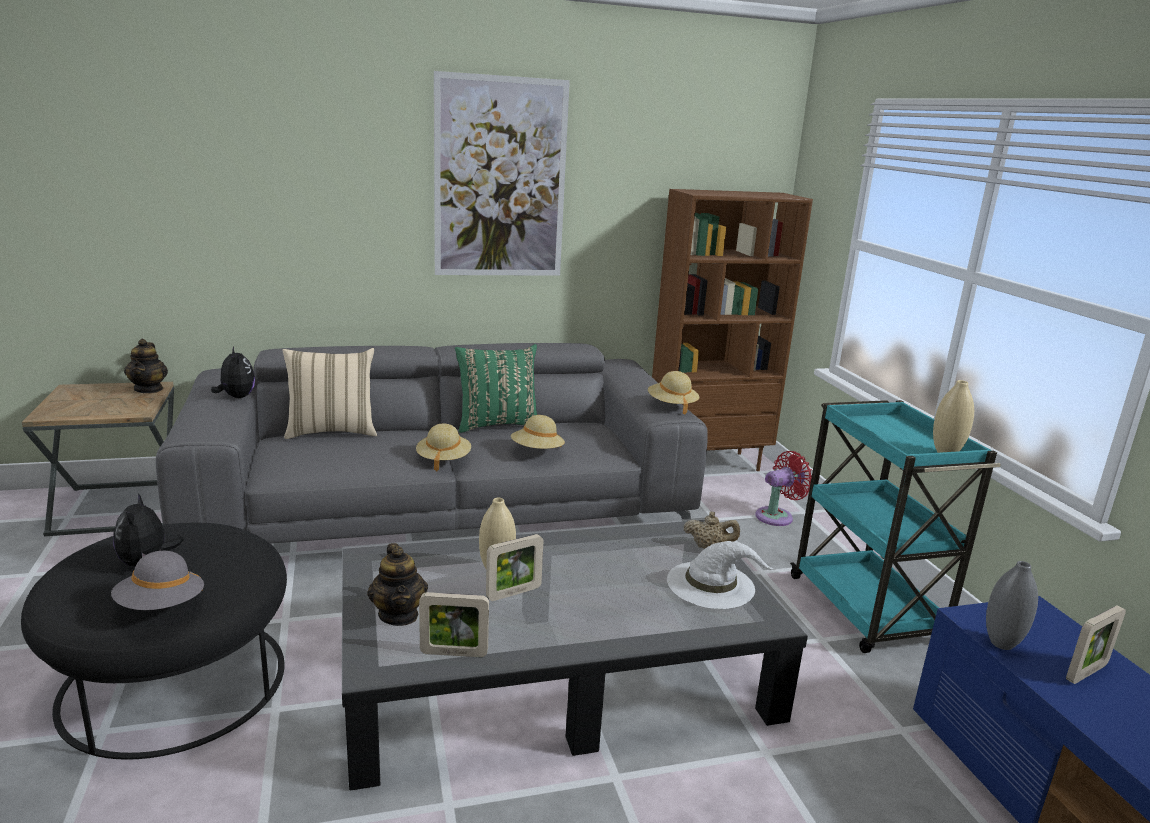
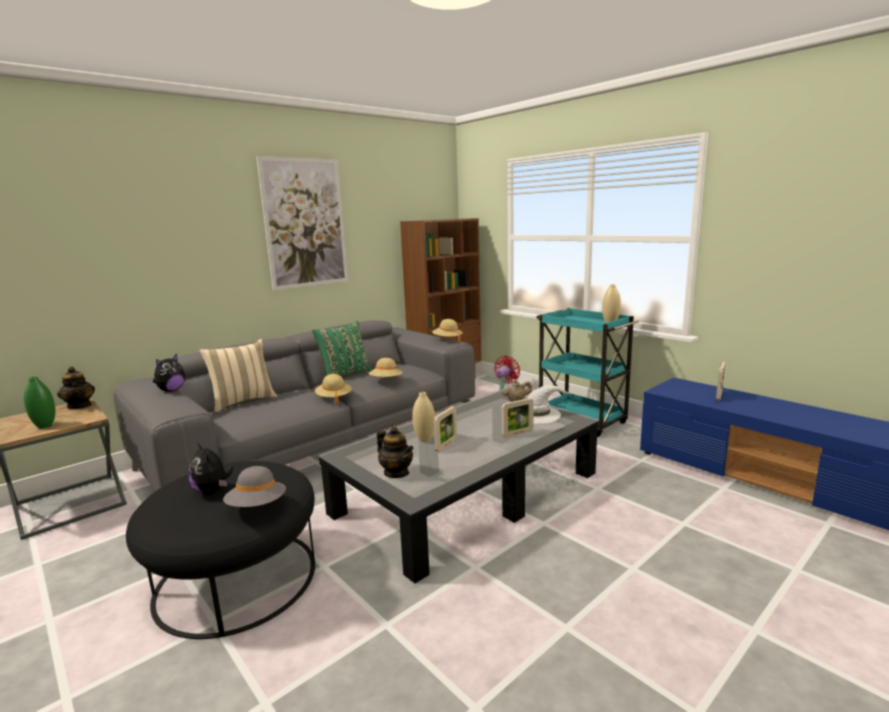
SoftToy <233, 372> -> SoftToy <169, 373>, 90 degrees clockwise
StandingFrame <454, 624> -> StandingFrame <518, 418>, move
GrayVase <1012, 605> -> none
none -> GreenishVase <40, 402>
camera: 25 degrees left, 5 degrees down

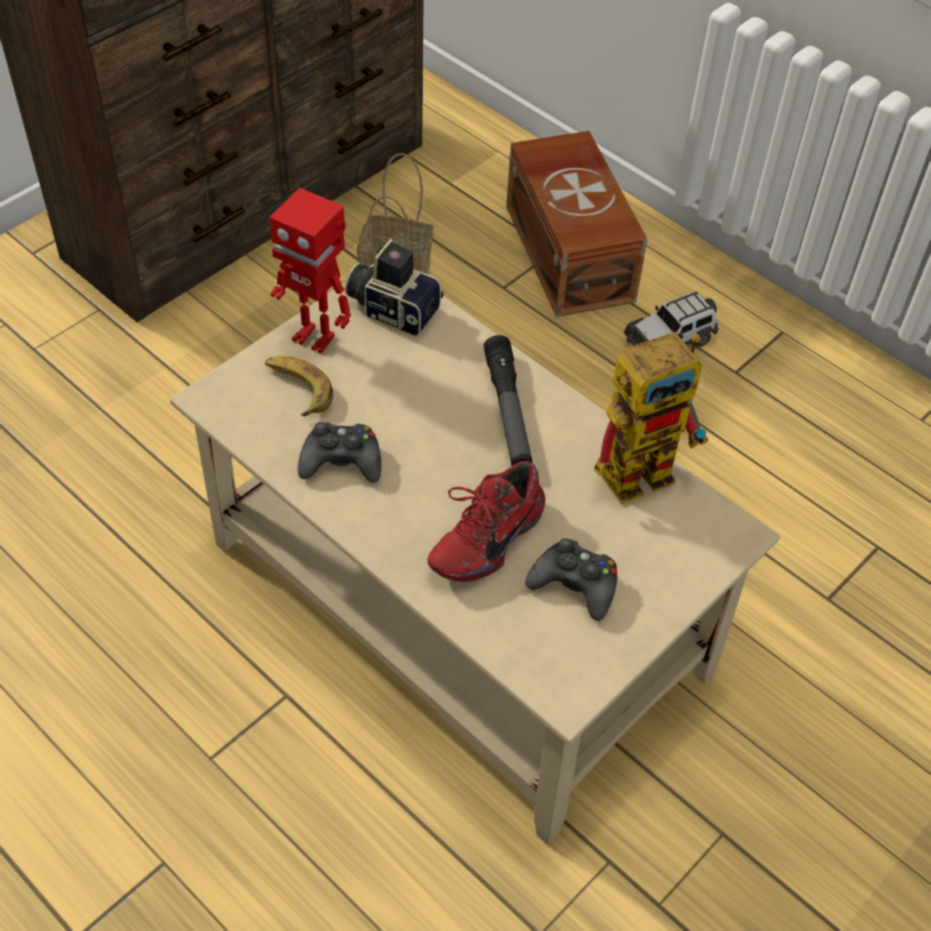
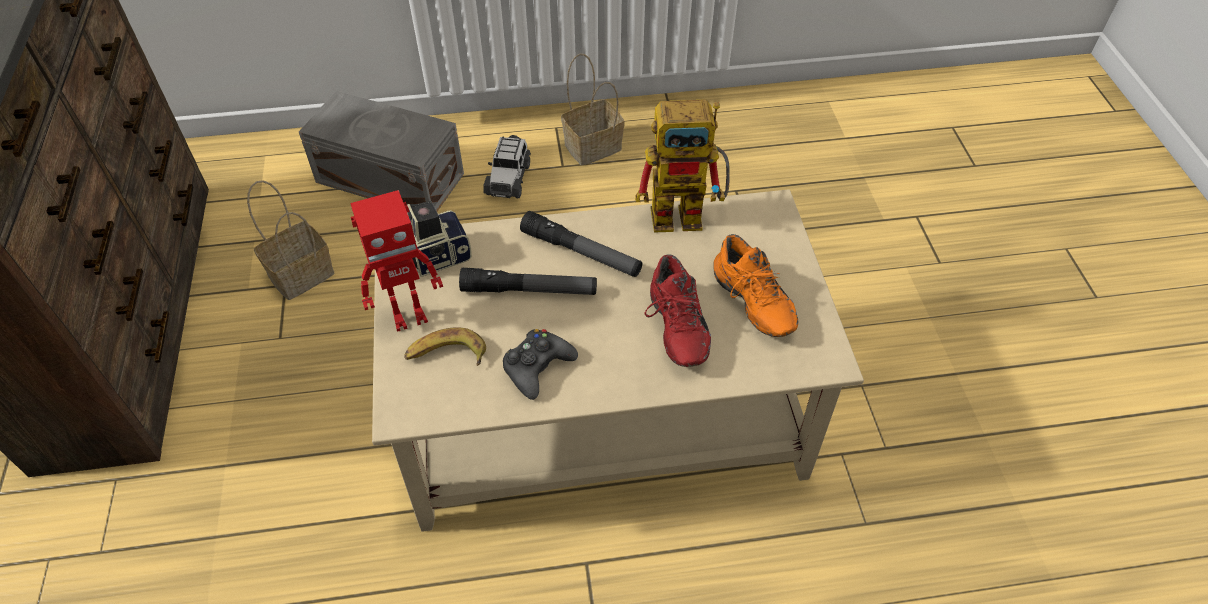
BrownishStorageContainer <577, 224> -> GrayStorageContainer <381, 151>
BlackGamepad <571, 579> -> OrangeLowShoe <756, 285>
ModelRobot <651, 418> -> ModelRobot <682, 166>, 75 degrees clockwise
none -> Flashlight <528, 281>
none -> Basket <593, 109>
camera: 50 degrees left, 0 degrees up

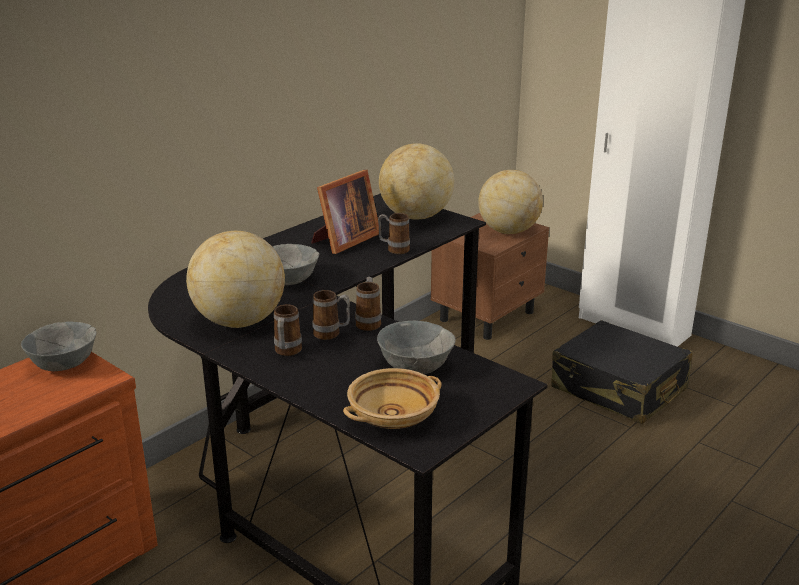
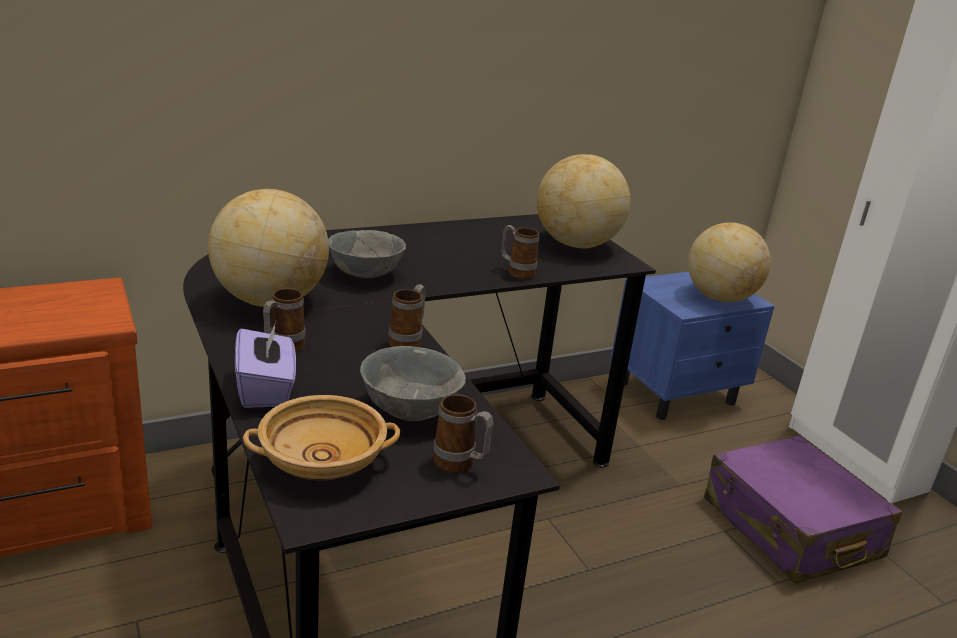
GrayDeepDish <58, 346> -> none
StandingFrame <345, 212> -> none
TeaMug <331, 315> -> TeaMug <463, 433>, move
BrownishNightstand <490, 276> -> BlueNightstand <693, 346>
BlackSuitcase <621, 372> -> PurpleColouredSuitcase <803, 509>
none -> PurpleColouredTissueHolder <265, 365>
camera: 20 degrees right, 0 degrees up

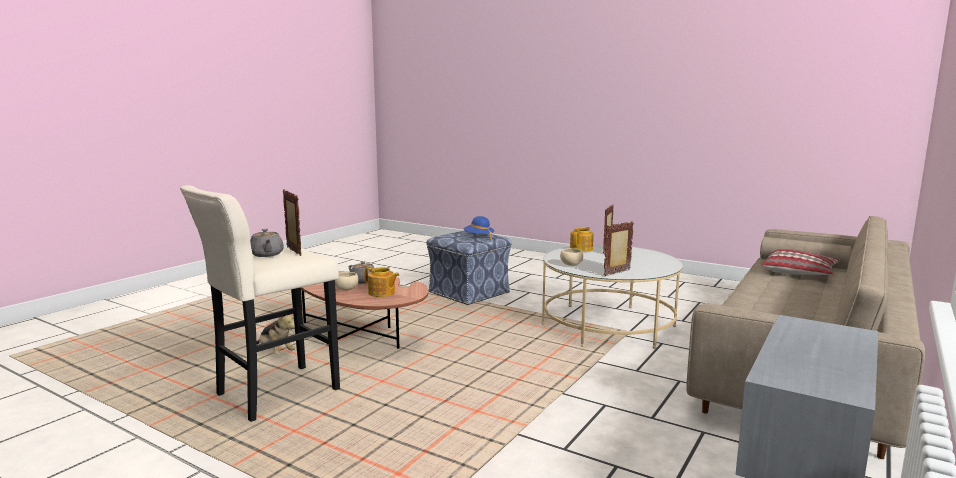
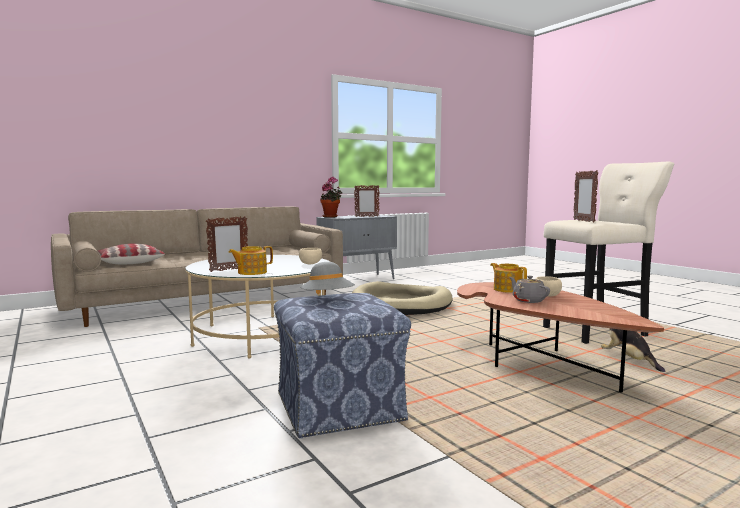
GrayPotForTea <267, 243> -> none
BlueHat <479, 228> -> GrayHat <327, 278>
StandingFrame <619, 248> -> StandingFrame <367, 201>, move
none -> PottedPlant <331, 197>
none -> BeigeDogBed <402, 298>
camera: 155 degrees left, 5 degrees down

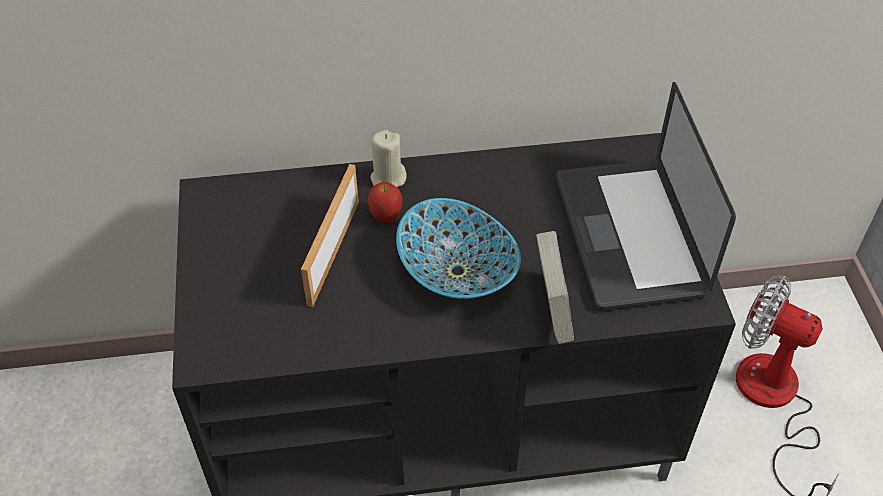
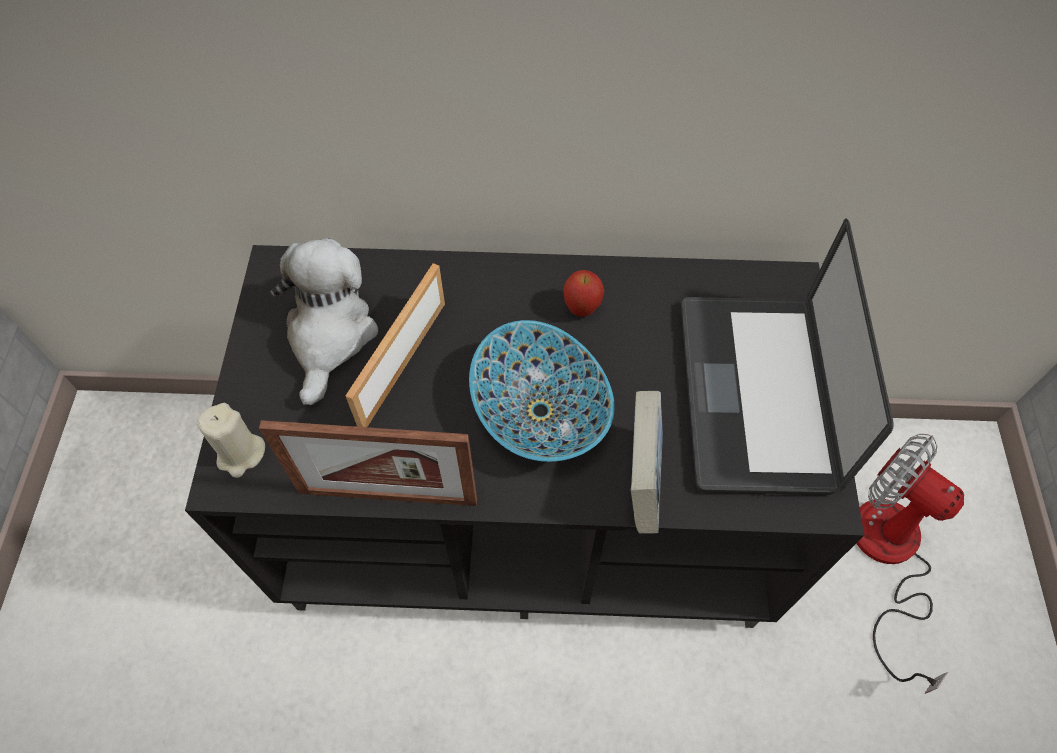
WholeApple <385, 202> -> WholeApple <583, 293>, move
BeigeWaxCandle <388, 158> -> BeigeWaxCandle <231, 440>, move
none -> StandingFrame <368, 463>
none -> SoftToy <324, 321>
camera: 10 degrees right, 10 degrees up

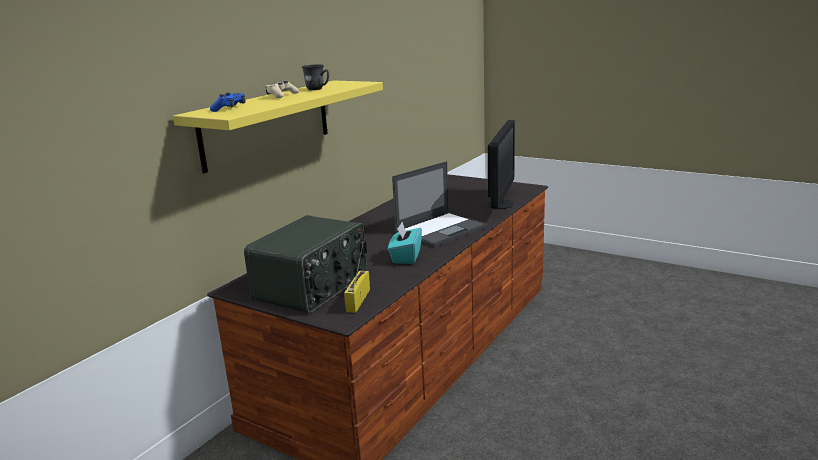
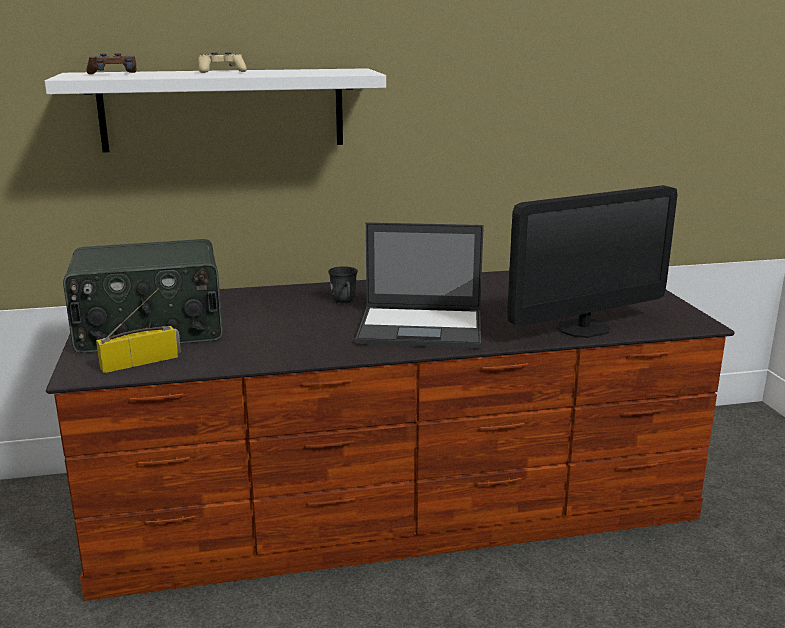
YellowColouredShelf <278, 126> -> WhitishShelf <215, 110>
BlueGamepad <228, 102> -> BrownishGamepad <111, 63>
GrayTeaMug <315, 77> -> GrayTeaMug <343, 284>, move
TurquoiseTissueHolder <405, 243> -> none
camera: 45 degrees right, 0 degrees up

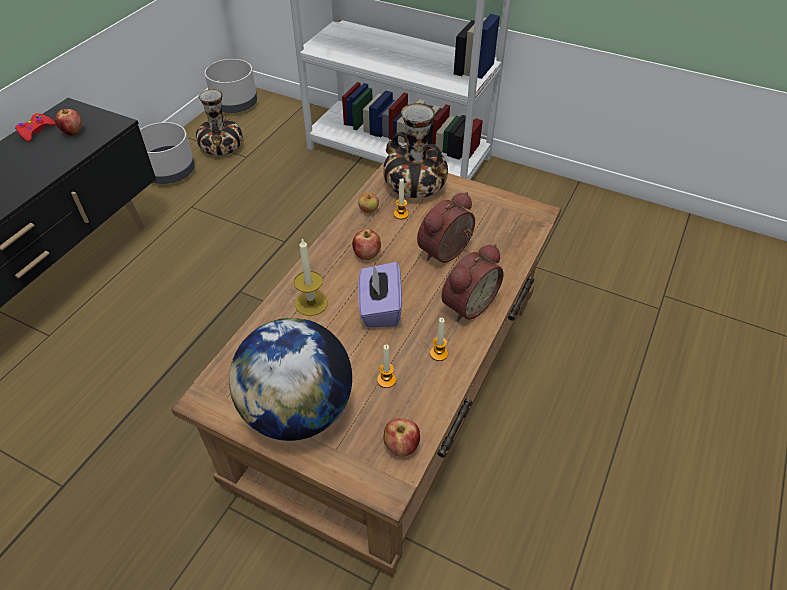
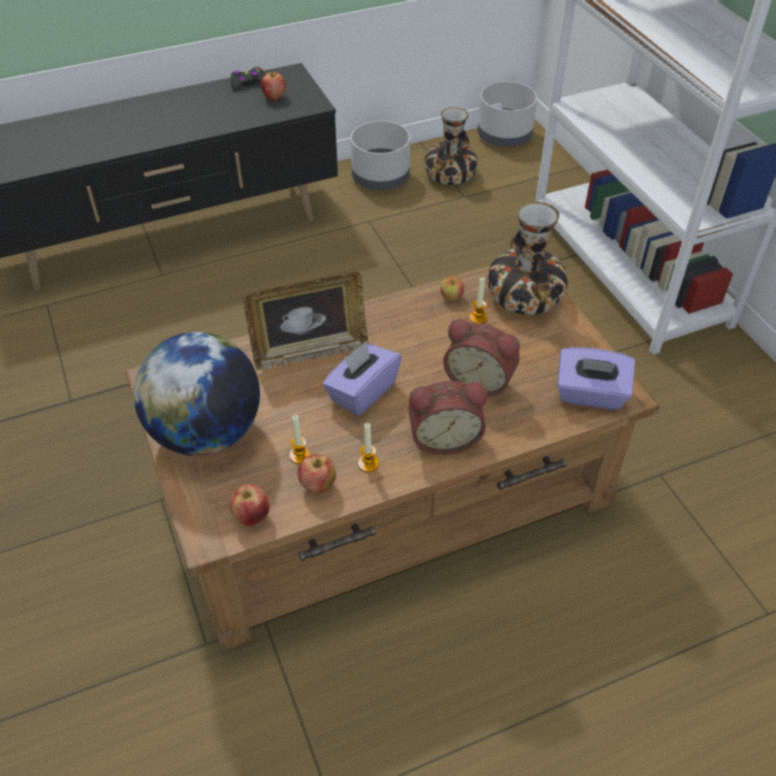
RedGamepad <35, 127> -> BlackGamepad <248, 79>
WaxCandle <311, 277> -> StandingFrame <306, 322>
WholeApple <366, 244> -> WholeApple <316, 474>, move
AlarmClock <446, 227> -> AlarmClock <481, 358>, 150 degrees counterclockwise
none -> PurpleColouredTissueHolder <596, 378>
camera: 40 degrees right, 0 degrees up

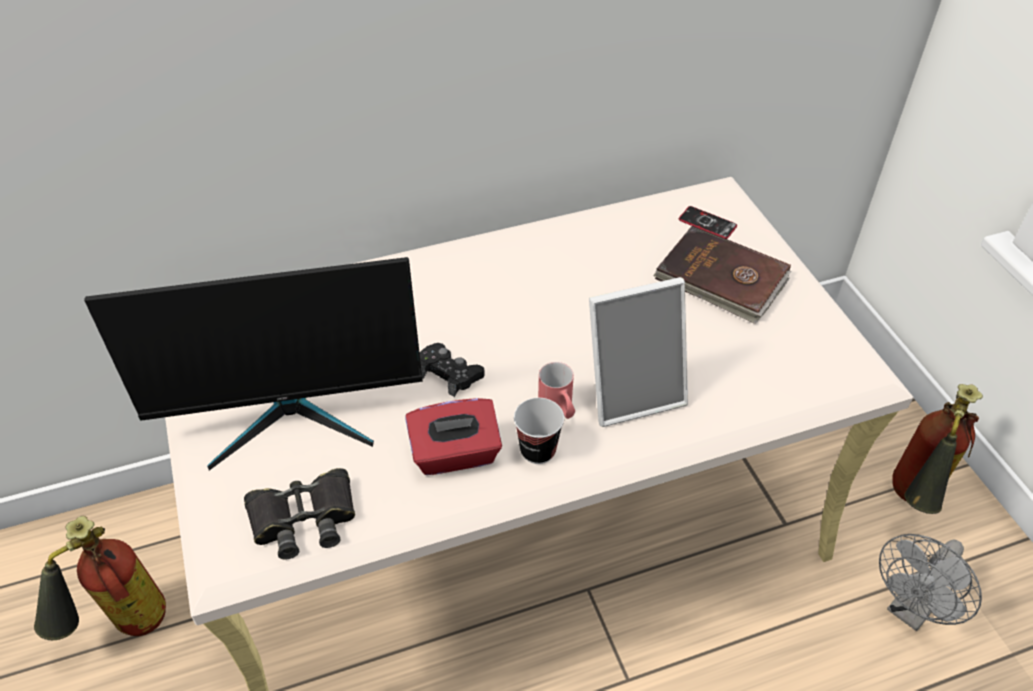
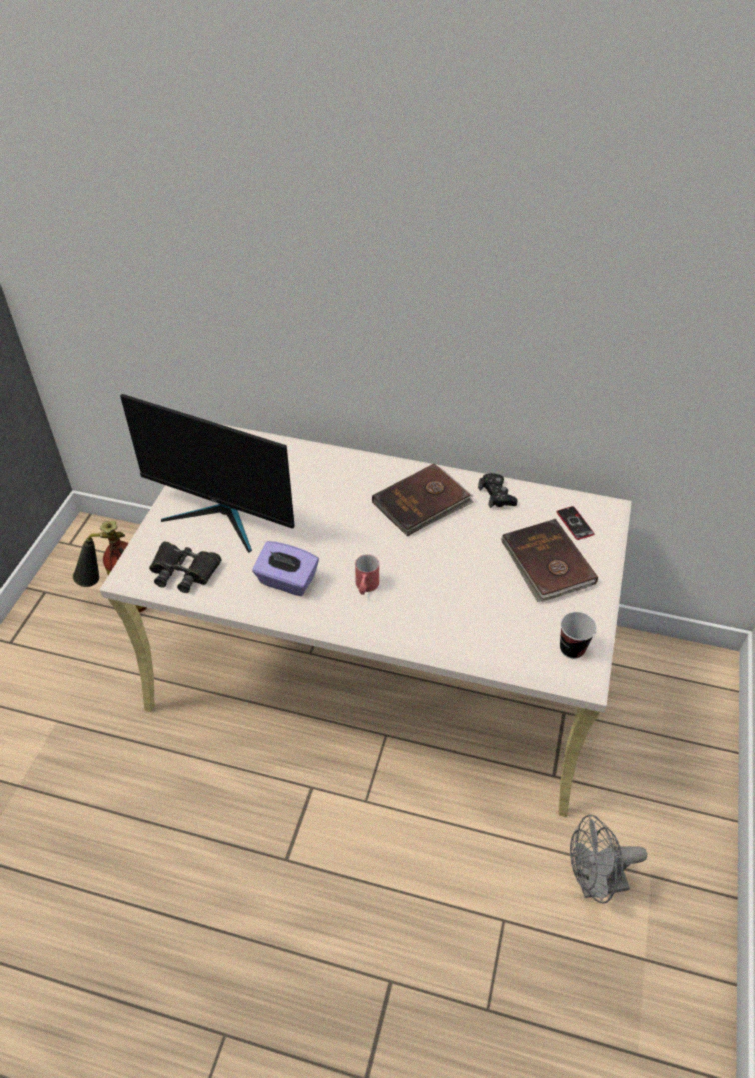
RedTissueHolder <453, 436> -> PurpleColouredTissueHolder <285, 568>
BlackGamepad <452, 370> -> BlackGamepad <498, 491>, move
Cup <539, 431> -> Cup <578, 635>, move
StandingFrame <638, 352> -> none
FireExtinguisher <937, 449> -> none
none -> BrownishBook <423, 499>
camera: 35 degrees right, 0 degrees up

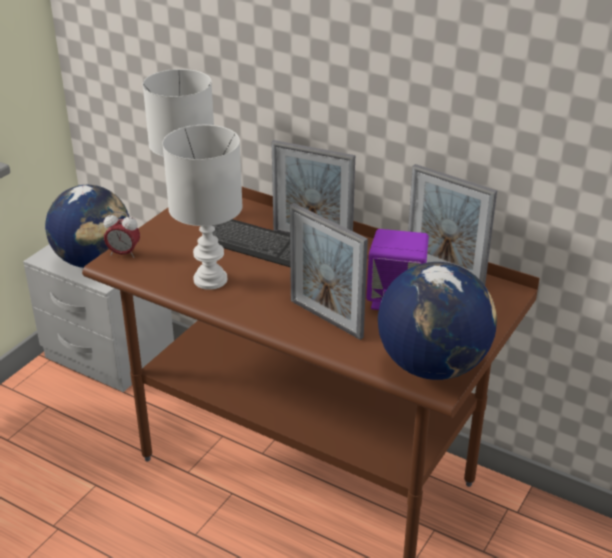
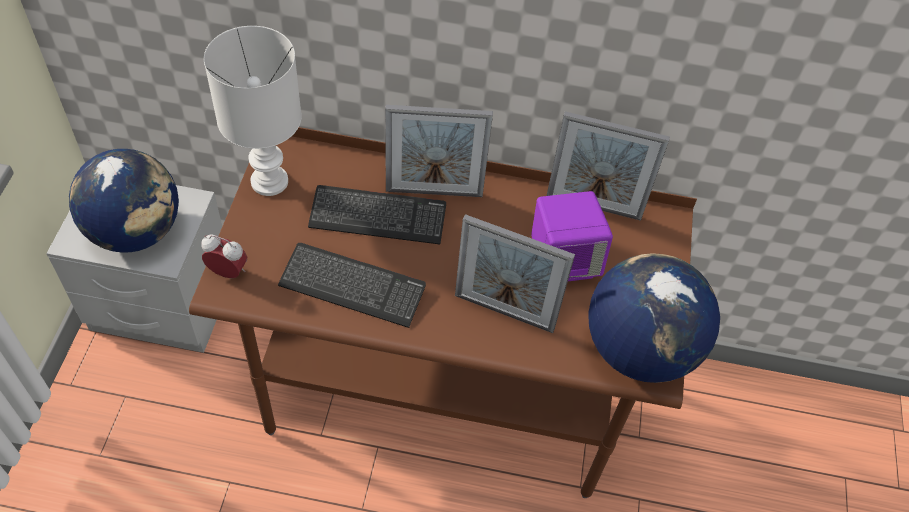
AlarmClock <121, 234> -> AlarmClock <224, 256>, 150 degrees counterclockwise
WhitishTabletopLamp <202, 207> -> PcKeyboard <352, 285>
camera: 25 degrees left, 20 degrees up

